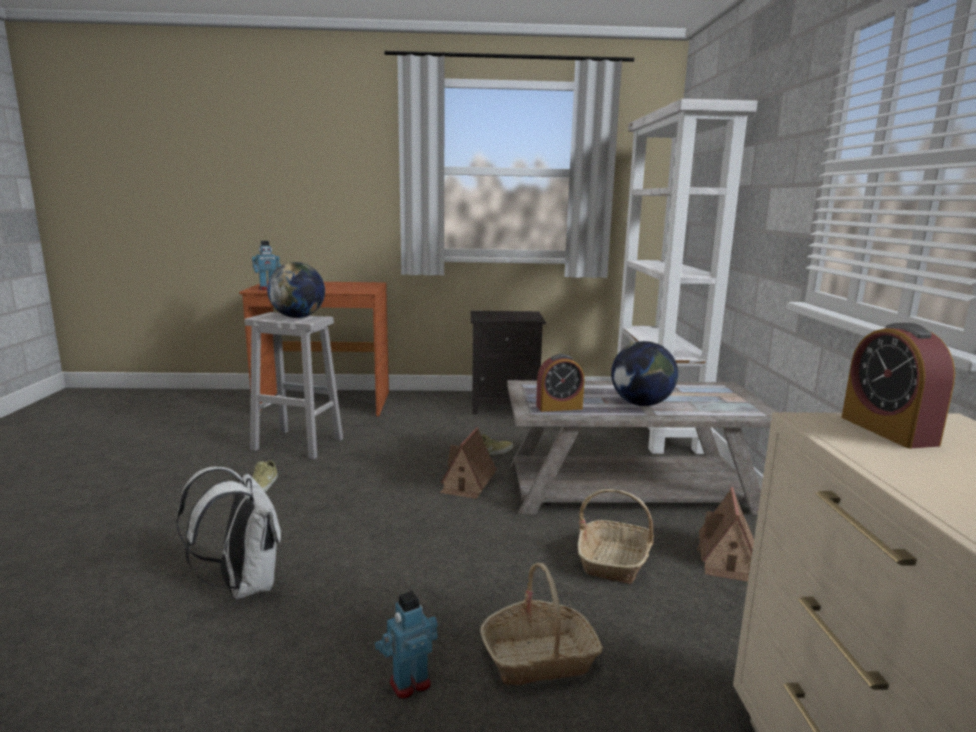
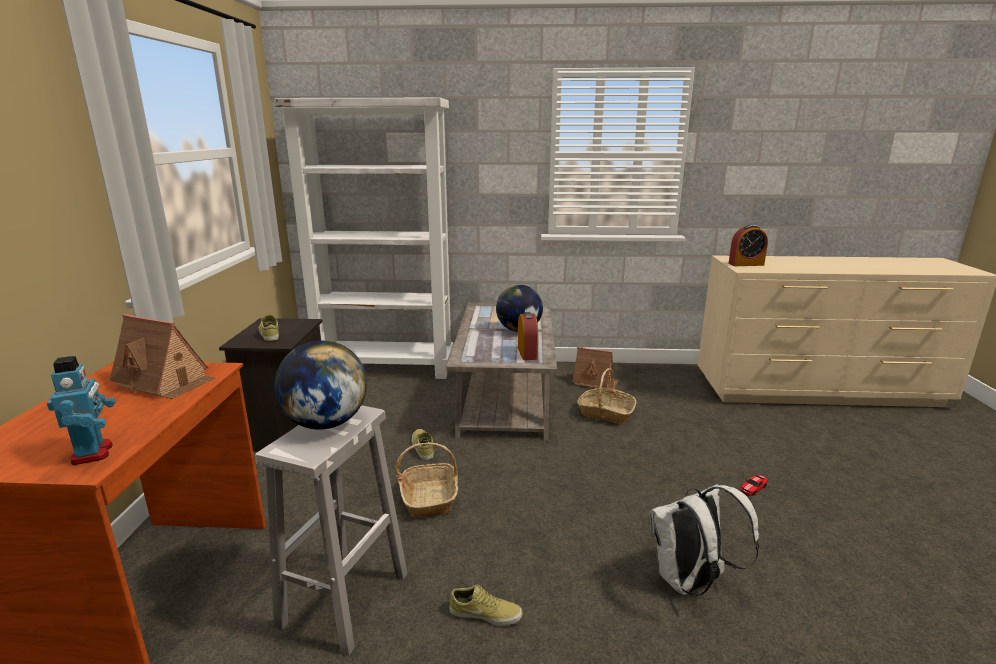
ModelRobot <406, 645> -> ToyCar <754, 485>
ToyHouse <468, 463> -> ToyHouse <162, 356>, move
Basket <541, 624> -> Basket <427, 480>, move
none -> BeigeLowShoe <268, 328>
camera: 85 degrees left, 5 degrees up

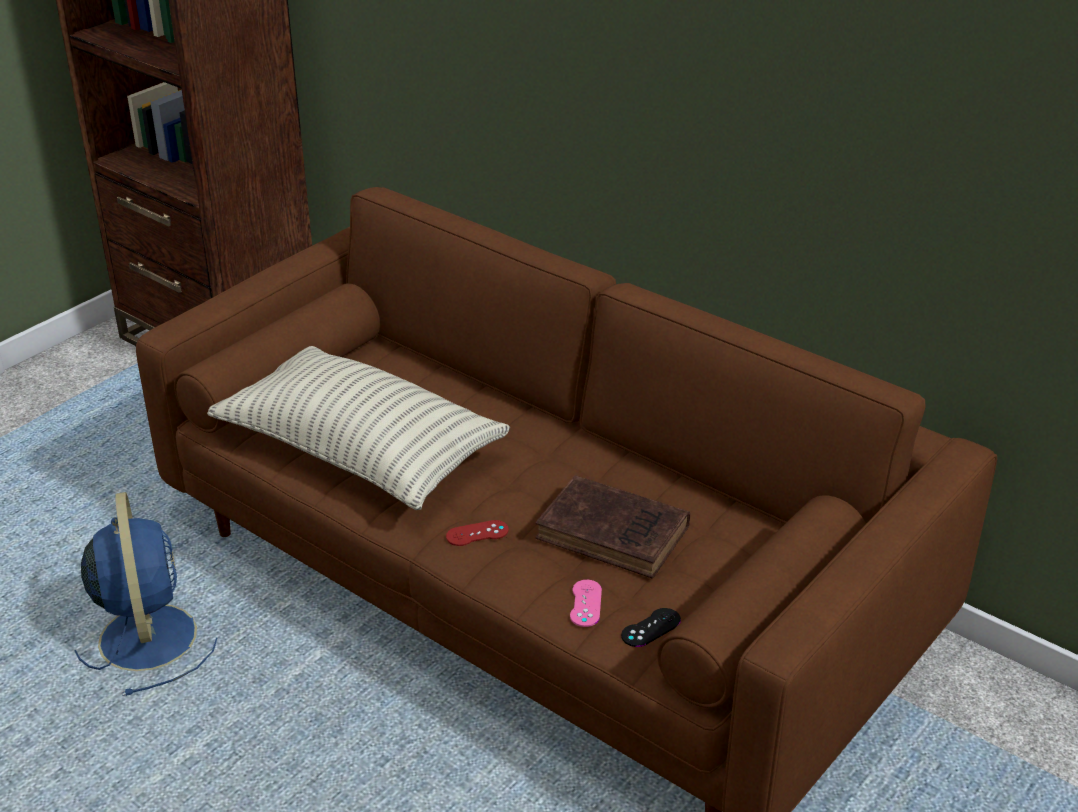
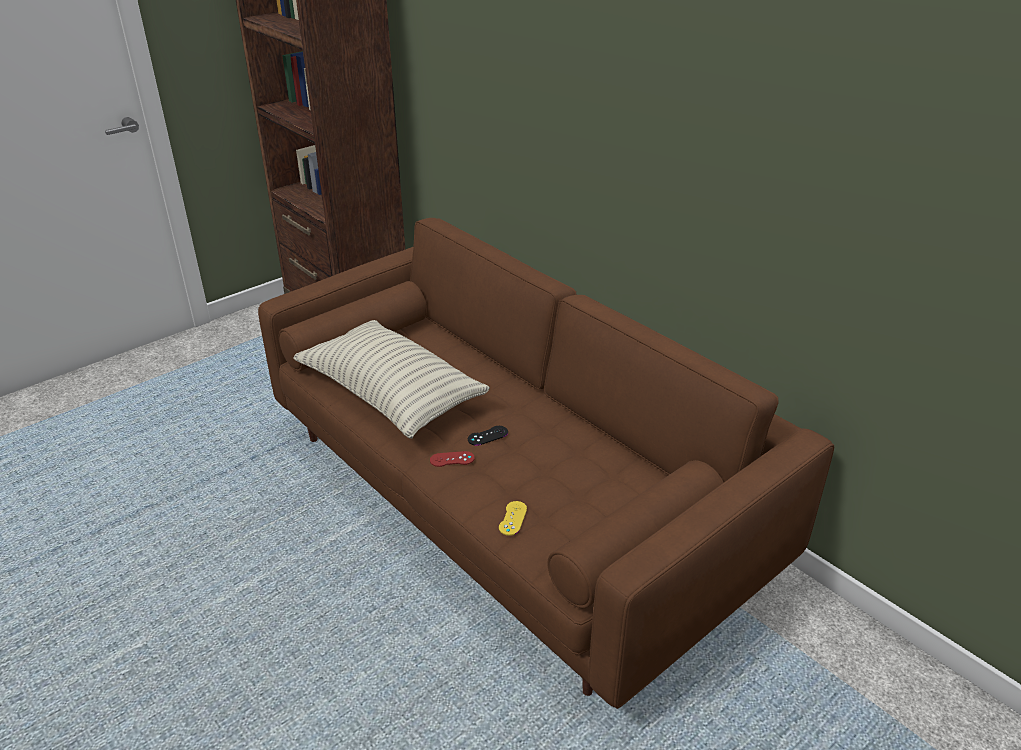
BlueCoolingFan <145, 594> -> none
BrownishBook <613, 527> -> none
PinkColouredGamepad <586, 603> -> YellowColouredGamepad <513, 518>
BlackGamepad <651, 627> -> BlackGamepad <488, 436>, move
camera: 10 degrees right, 0 degrees up

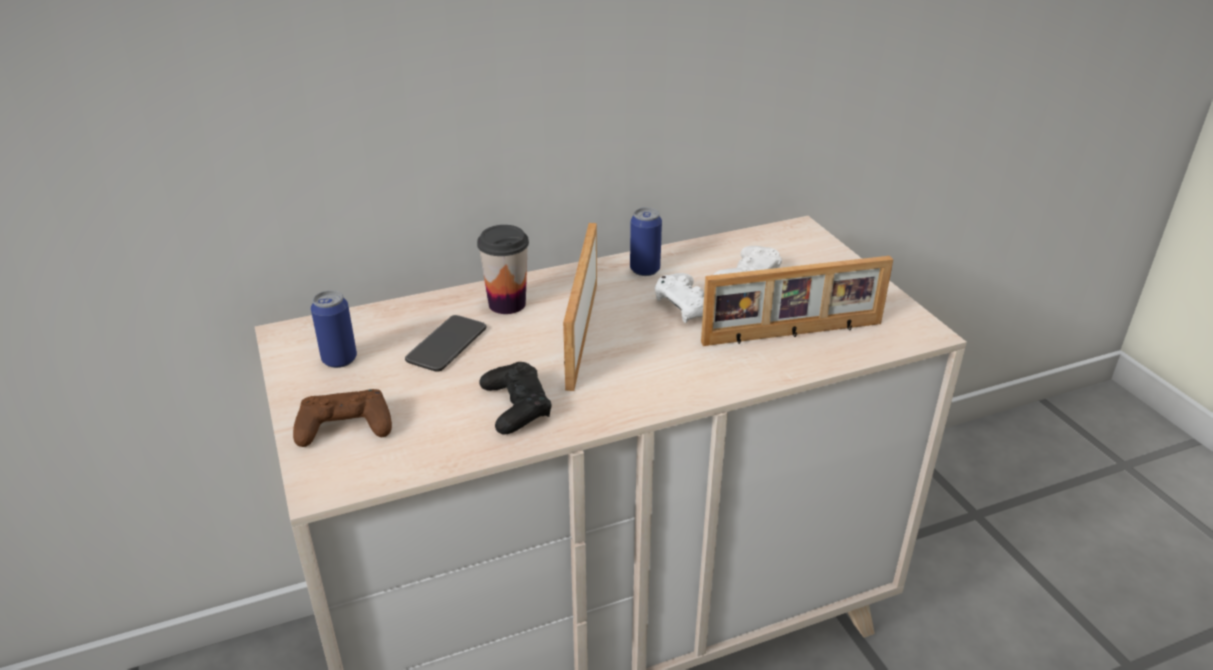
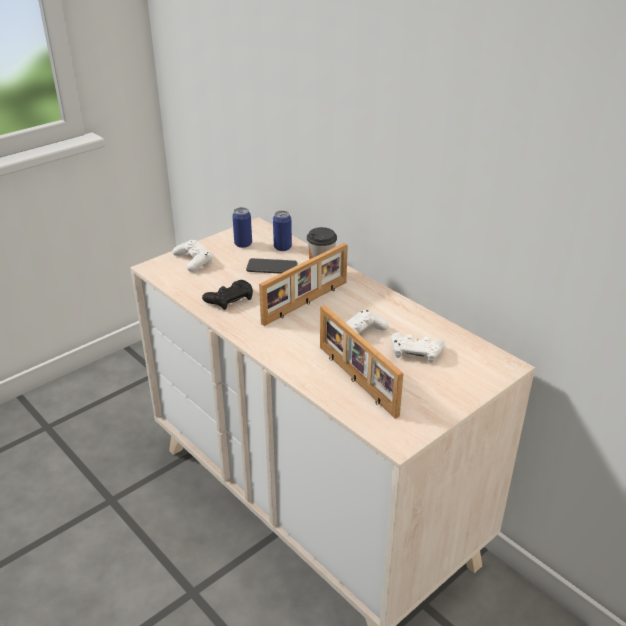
BrownishGamepad <342, 418> -> WhitishGamepad <192, 256>
StandingFrame <580, 307> -> StandingFrame <303, 284>, 150 degrees clockwise
MetalCan <646, 241> -> MetalCan <282, 231>, move
camera: 70 degrees right, 0 degrees up

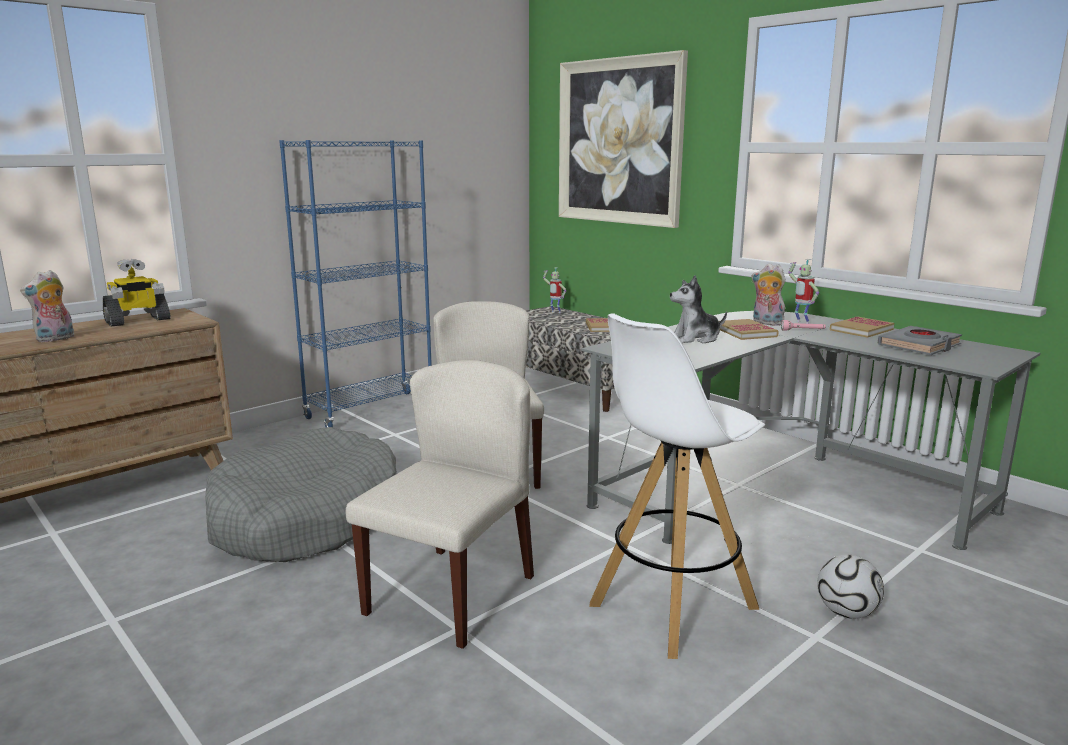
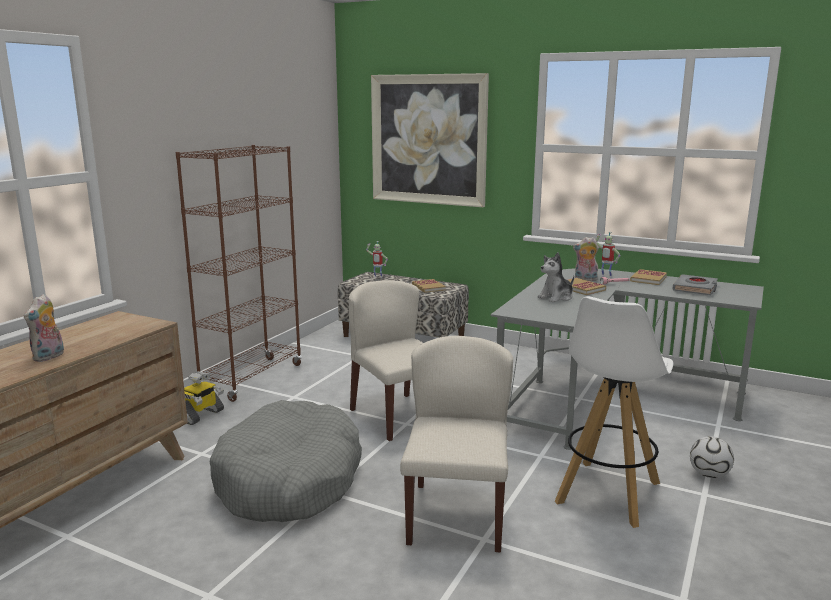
ModelRobot <137, 292> -> ModelRobot <204, 398>, move
BlueBookshelf <355, 283> -> BrownishBookshelf <239, 273>
camera: 20 degrees left, 0 degrees up

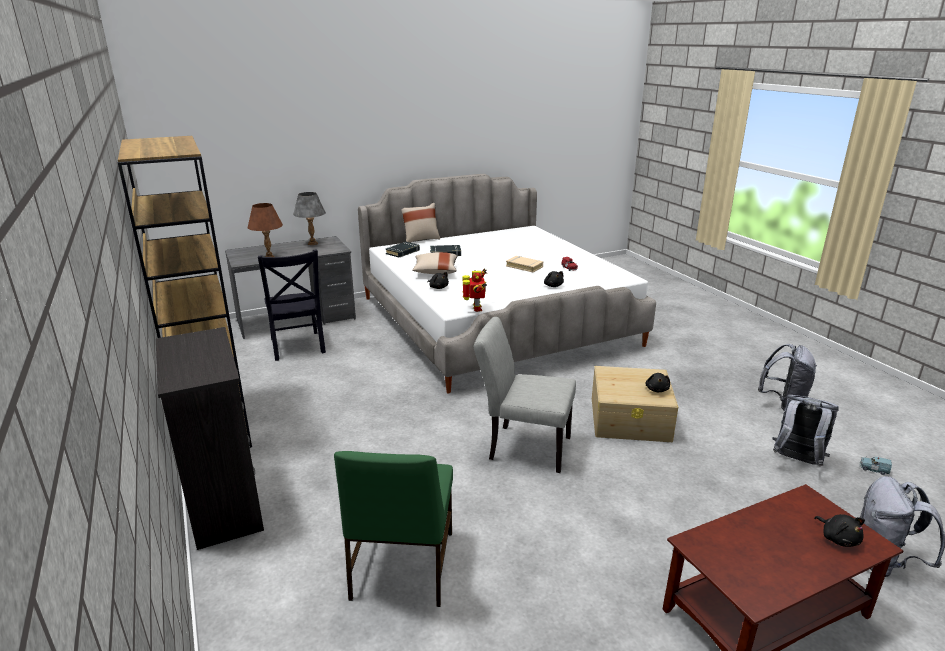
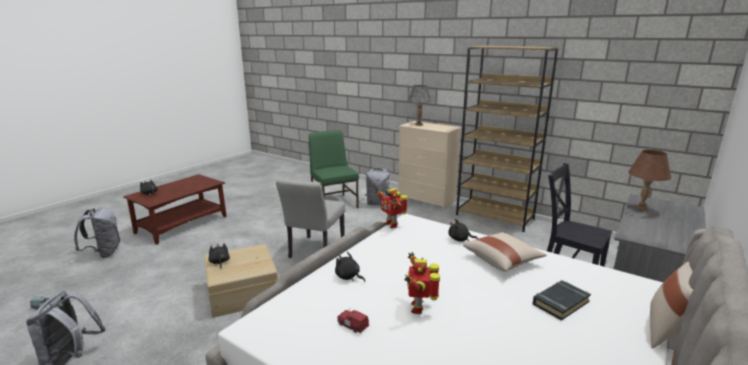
BlackDrawerChest <210, 438> -> BeigeDrawerChest <430, 165>
GrayTabletopLamp <309, 218> -> GrayTabletopLamp <420, 105>, move
BlackBook <402, 249> -> none
GrayChair <525, 395> -> GrayChair <310, 218>, 120 degrees clockwise
BeigeBook <524, 264> -> ModelRobot <422, 283>
GrayBackpack <805, 430> -> GrayBackpack <377, 186>, move
camera: 150 degrees right, 5 degrees down

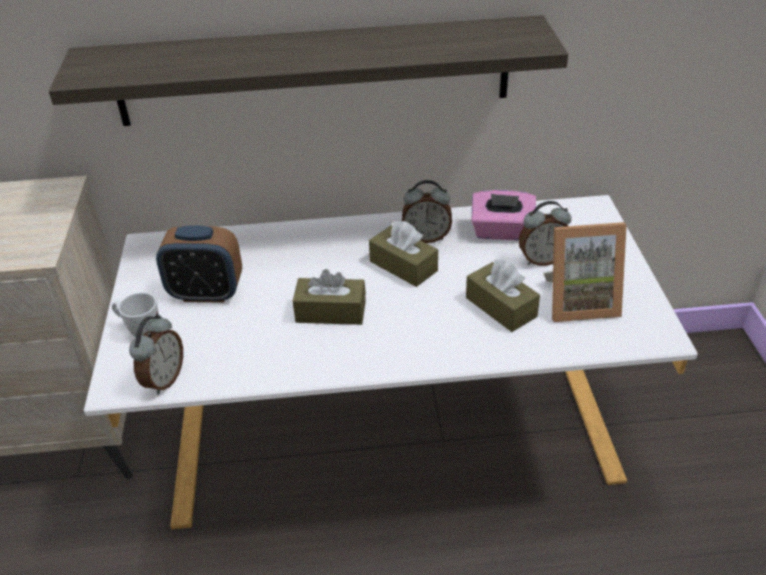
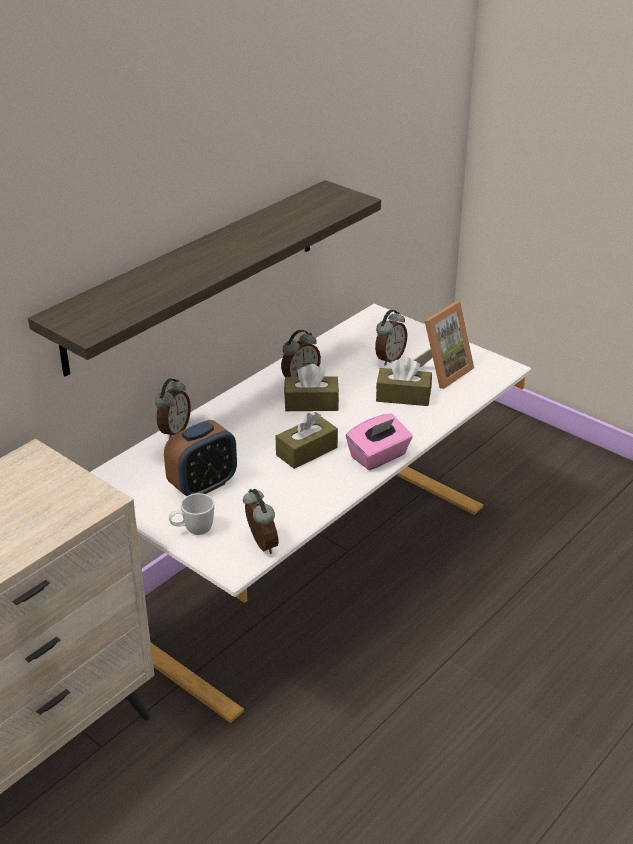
PinkColouredTissueHolder <504, 215> -> PinkColouredTissueHolder <379, 442>, move
none -> AlarmClock <173, 408>
camera: 45 degrees left, 5 degrees down

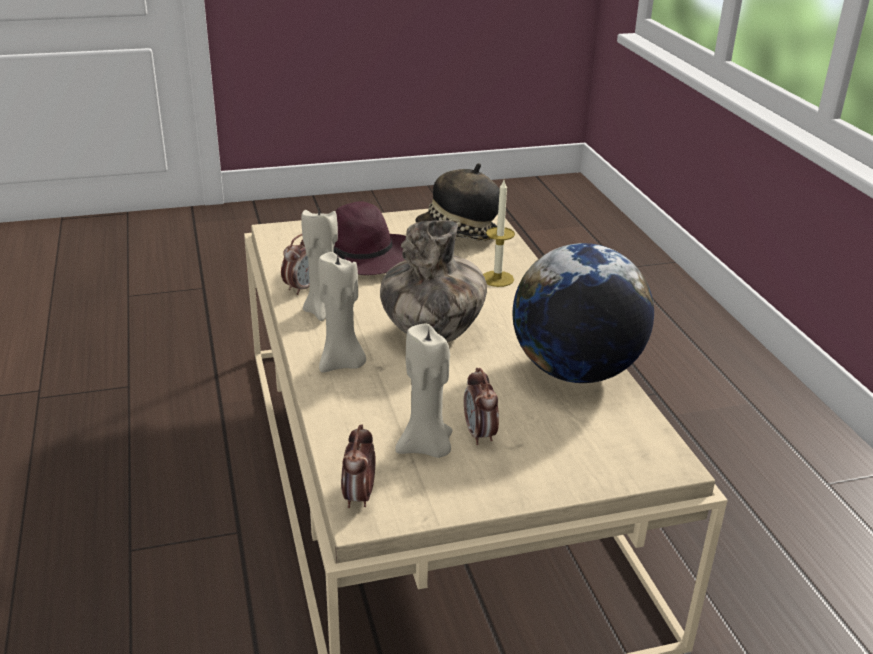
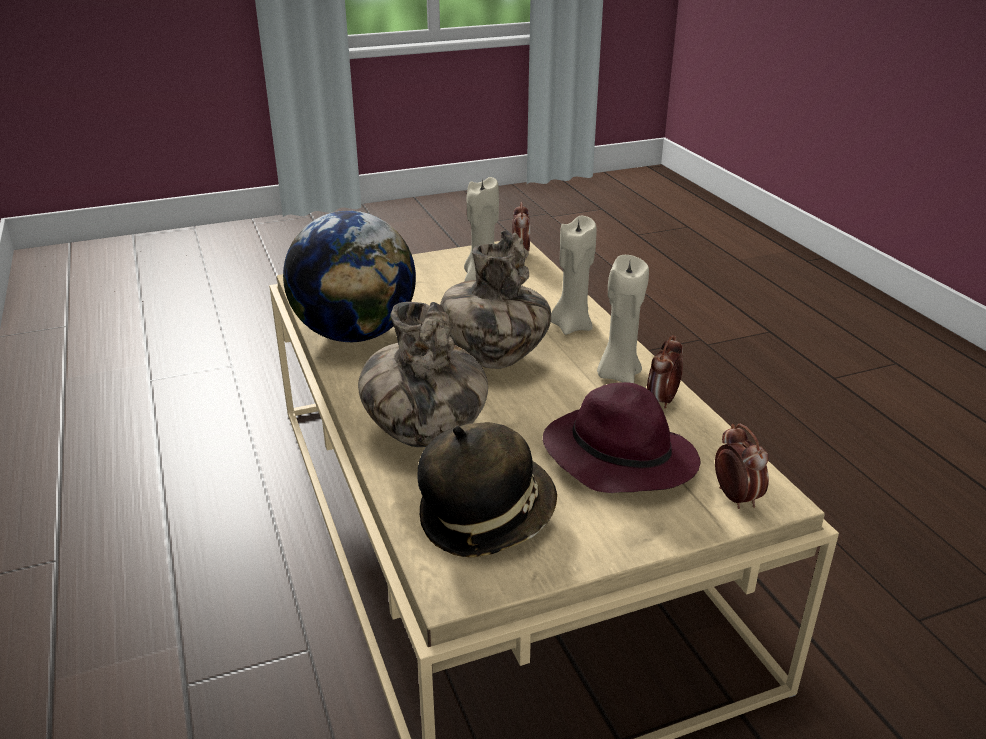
AlarmClock <481, 406> -> AlarmClock <742, 466>, move
WaxCandle <499, 233> -> Vase <423, 374>
camera: 175 degrees right, 0 degrees up

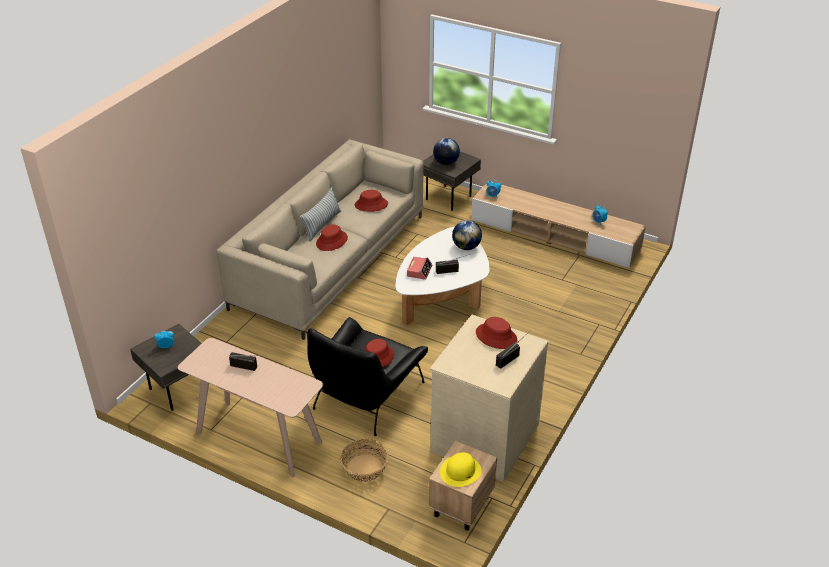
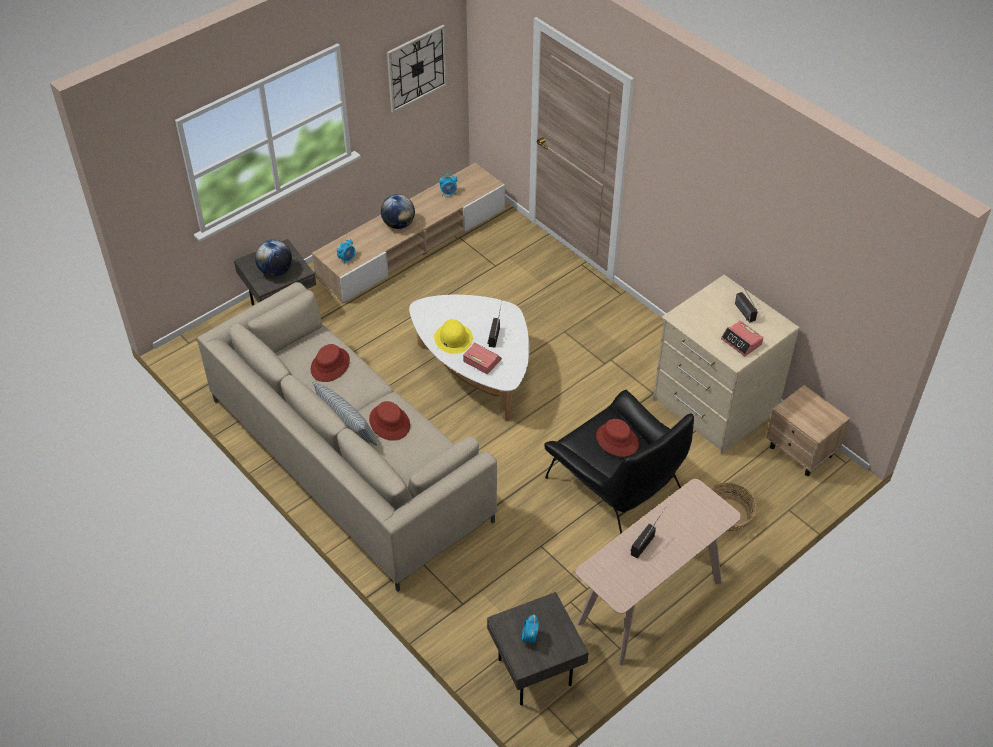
YellowColouredHat <461, 469> -> YellowColouredHat <453, 336>, move
DeskGlobe <467, 235> -> DeskGlobe <398, 211>, move
RedHat <496, 333> -> none
none -> HangingClock <417, 69>
none -> AlarmClock <742, 339>
camera: 70 degrees left, 10 degrees up

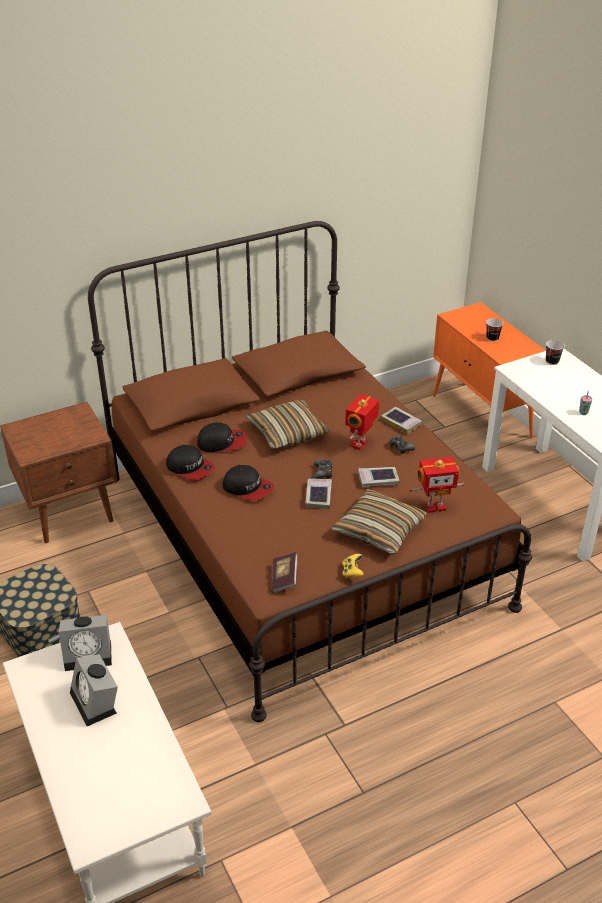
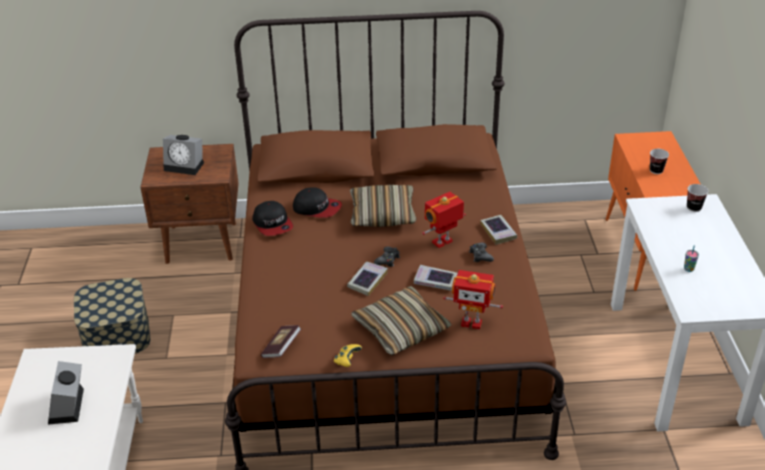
AlarmClock <85, 643> -> AlarmClock <183, 155>, move
BaseballCap <248, 483> -> none
camera: 25 degrees right, 0 degrees up

